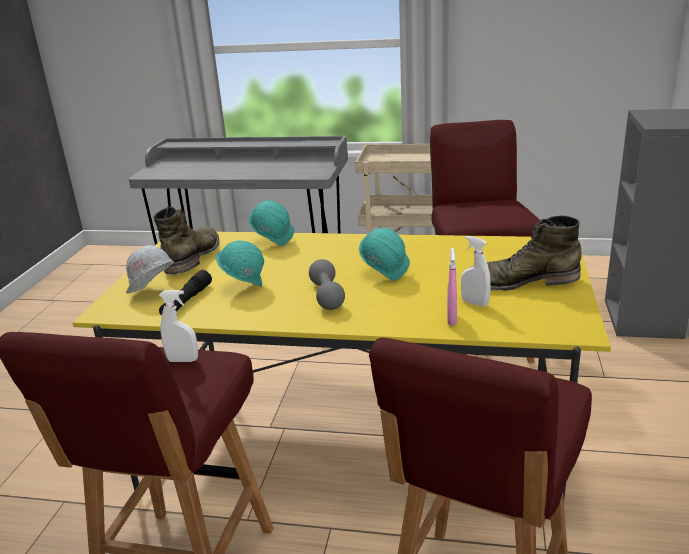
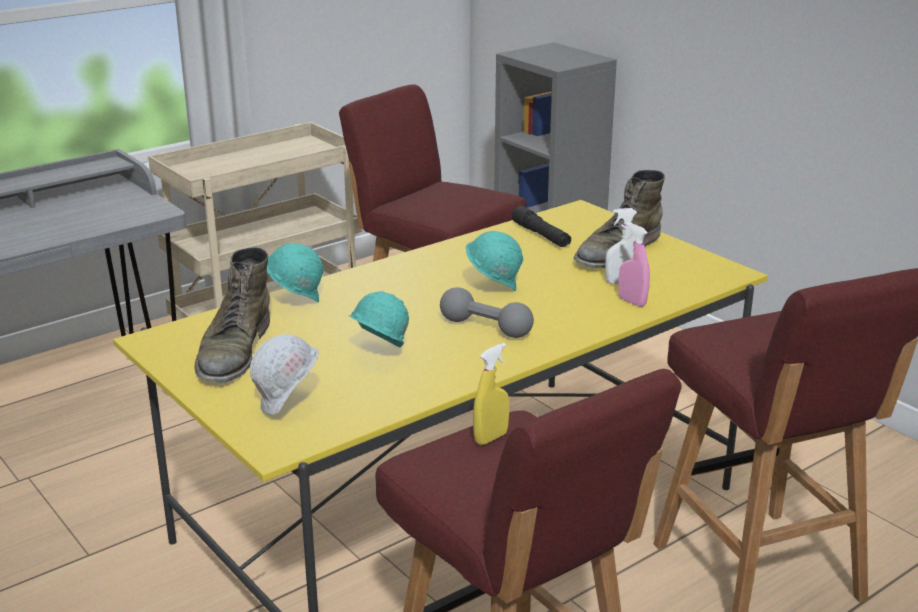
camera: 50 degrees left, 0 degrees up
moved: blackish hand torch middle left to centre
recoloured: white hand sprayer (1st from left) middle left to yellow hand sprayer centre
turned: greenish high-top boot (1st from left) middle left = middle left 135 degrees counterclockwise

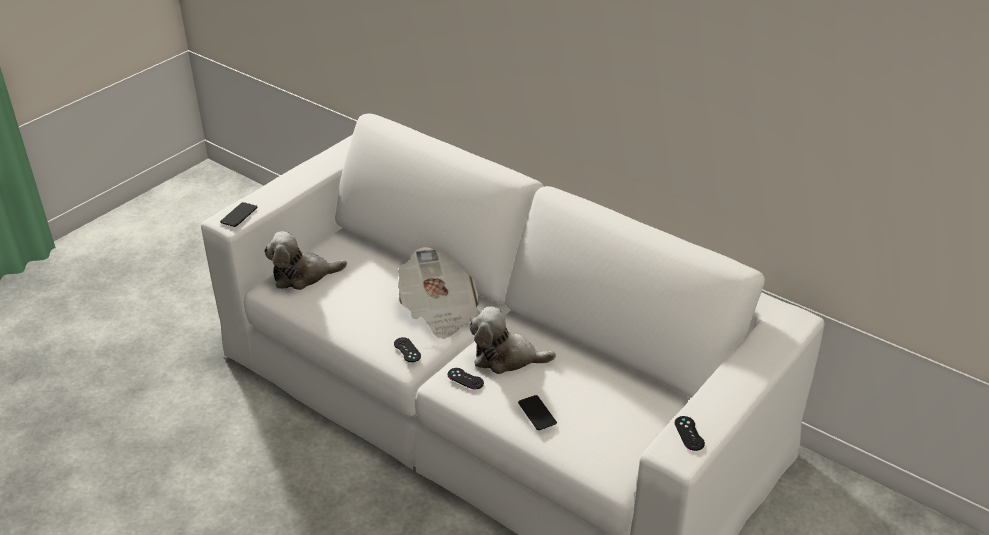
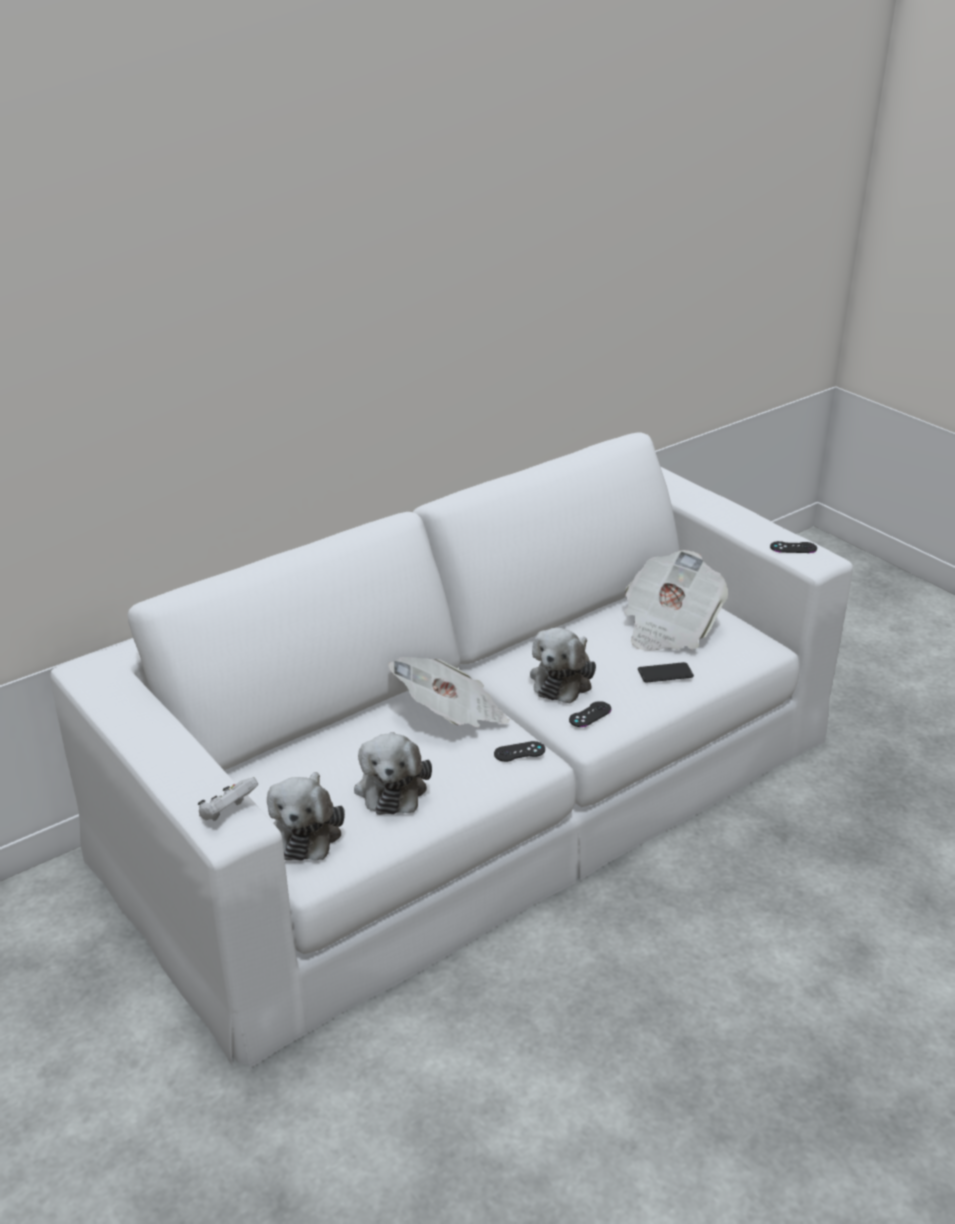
camera: 75 degrees left, 5 degrees down
added: daily paper (2nd from left) middle right; soft toy (2nd from left) centre
replaced: phone (1st from left) middle left to white gamepad middle left

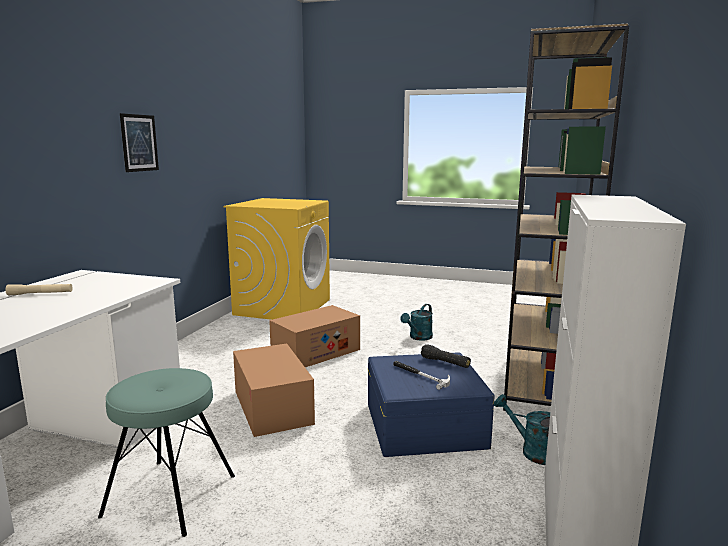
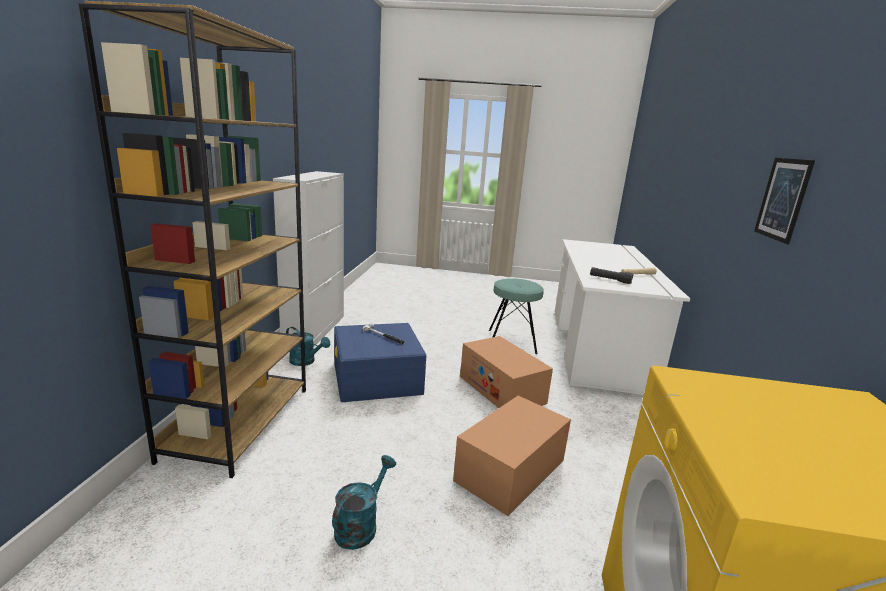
camera: 170 degrees right, 5 degrees up
moved: blackish hand torch centre to middle right

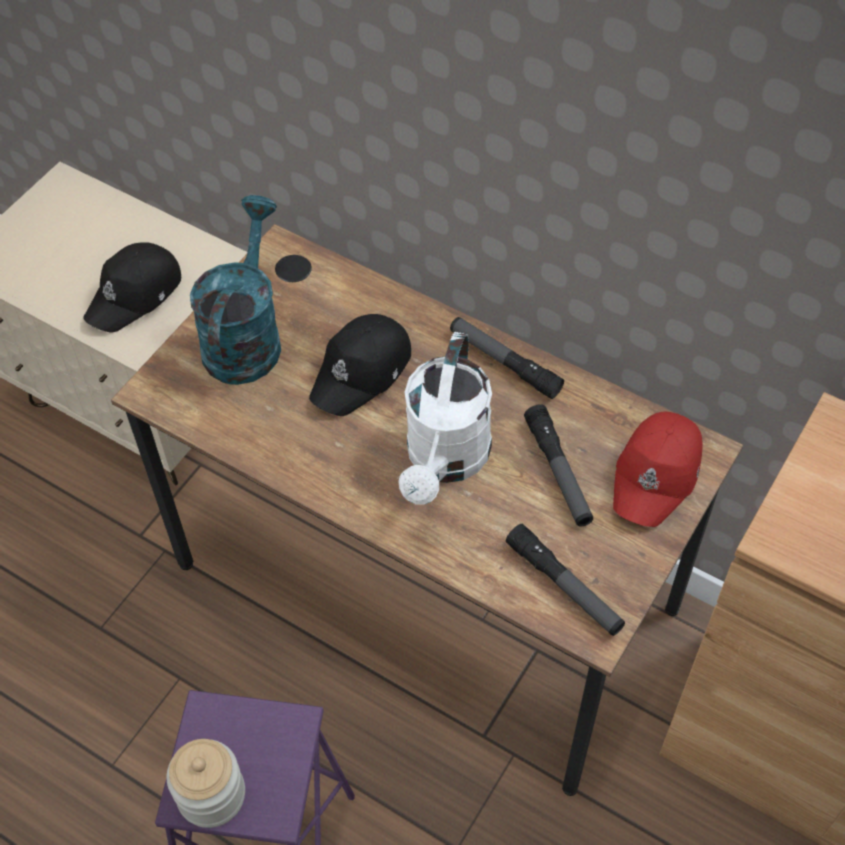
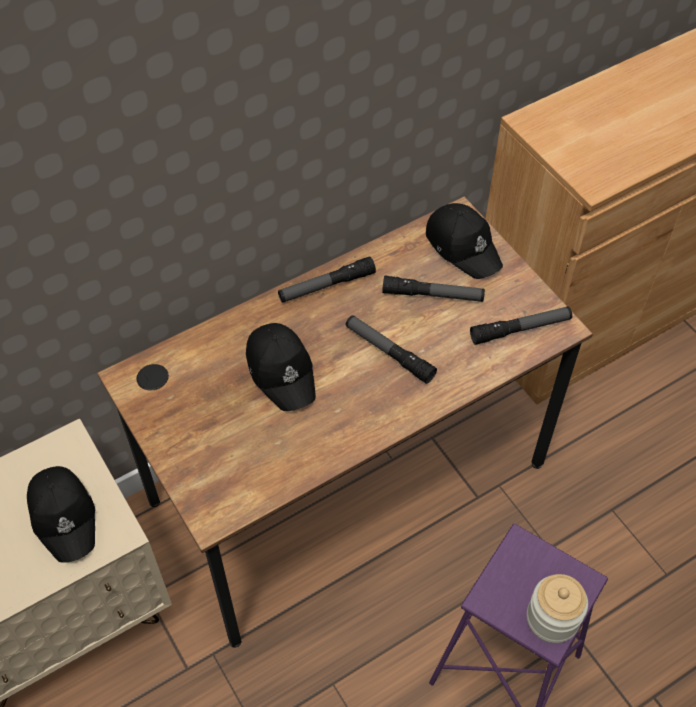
camera: 65 degrees left, 0 degrees up
removed: turquoise sprinkling can middle left
replaced: white sprinkling can centre to hand torch (2nd from left) centre
recoloured: red peaked cap middle right to blackish peaked cap (3rd from left) middle right

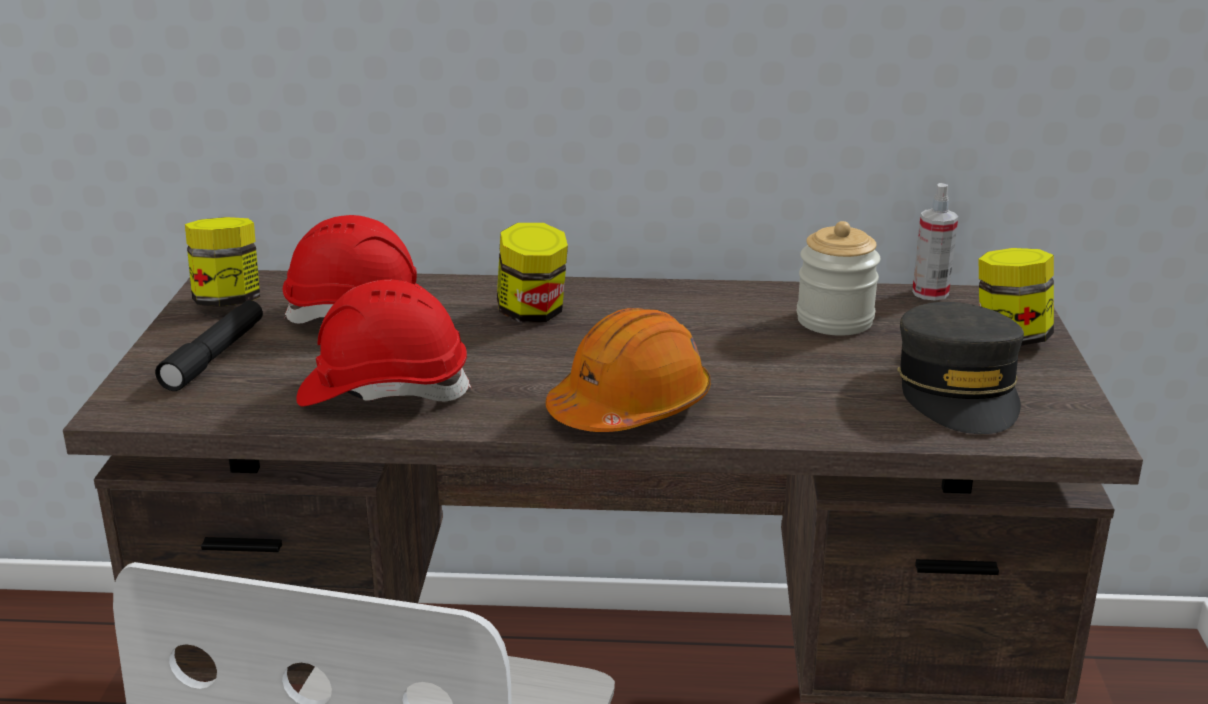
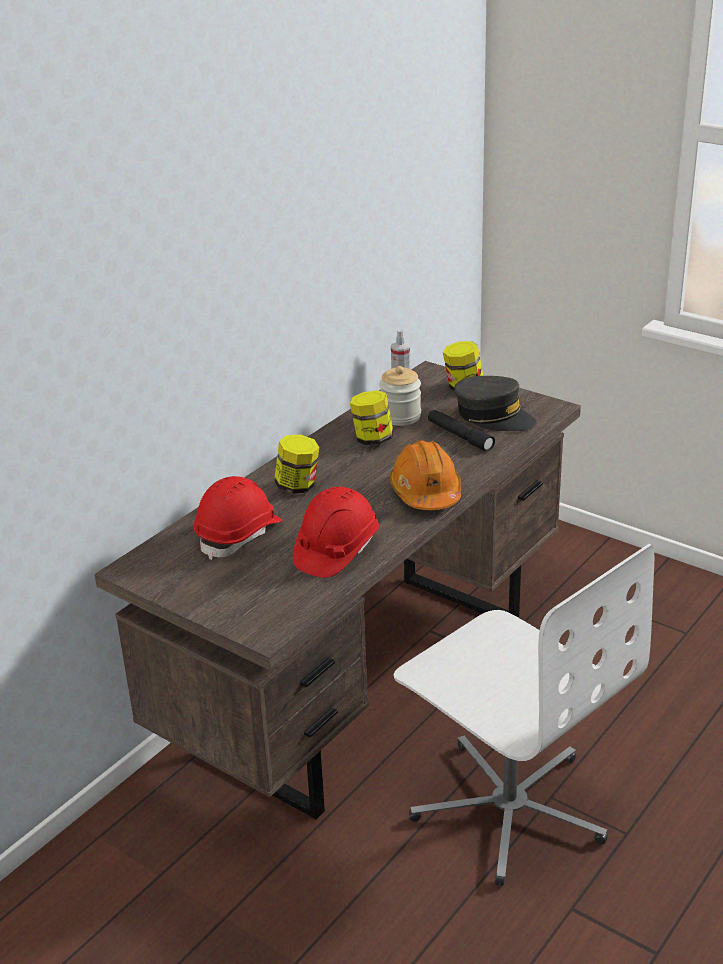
camera: 55 degrees left, 5 degrees up
moved: storage jar (1st from left in the first image) middle left to storage jar (2nd from left) centre; blackish hand torch middle left to centre

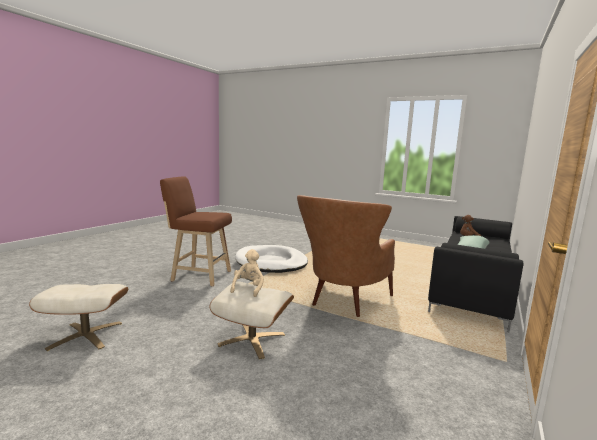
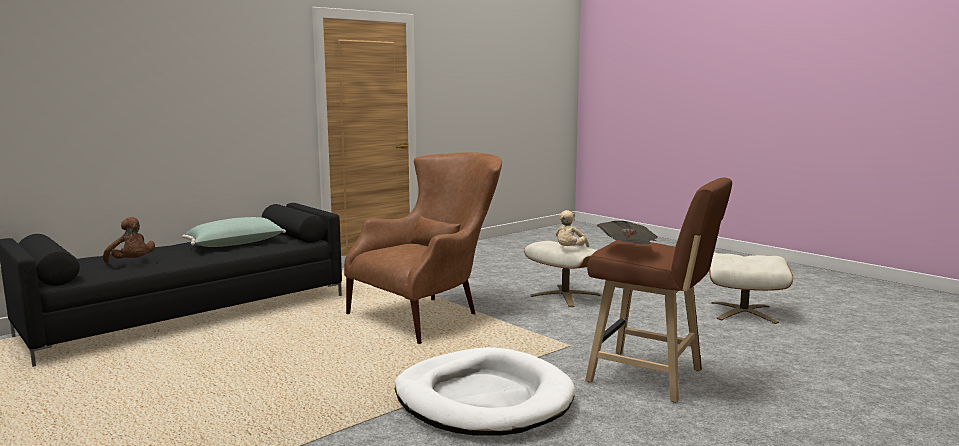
camera: 160 degrees left, 0 degrees up
added: daily paper centre

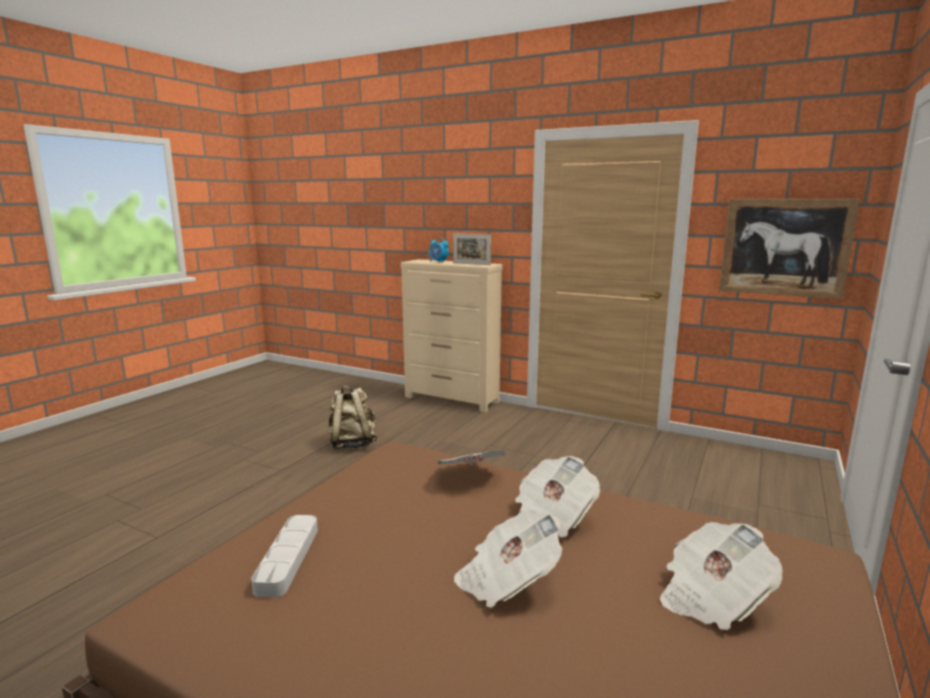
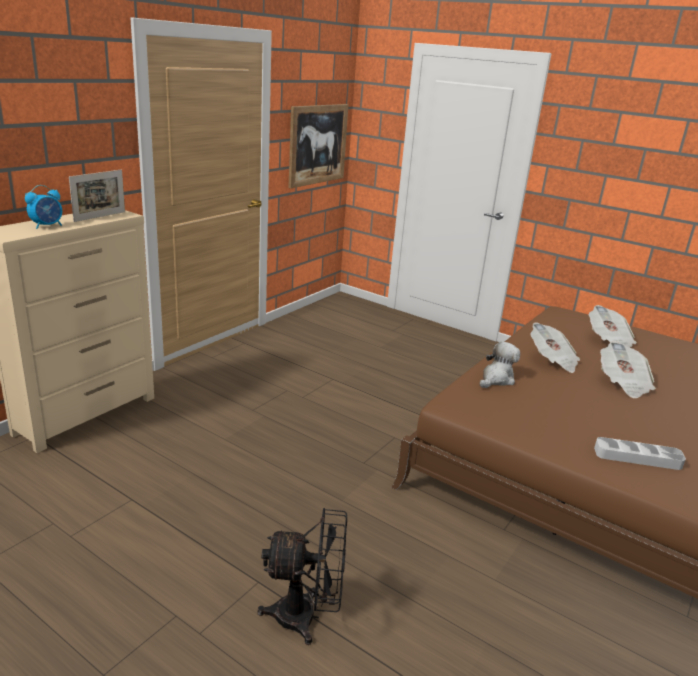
camera: 85 degrees left, 10 degrees up
removed: beige-coloured backpack centre
added: blackish fan bottom centre
replaced: daily paper (1st from left) centre to soft toy middle right

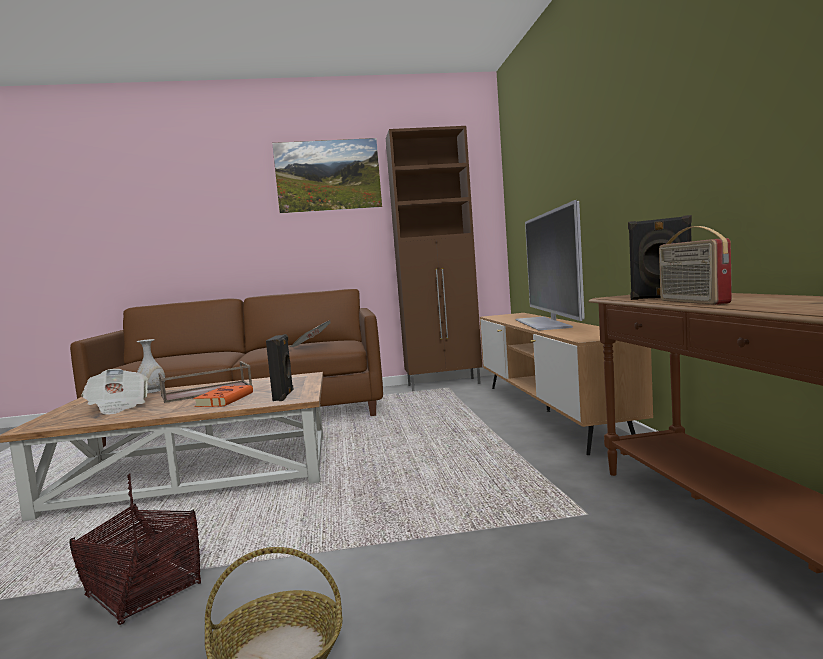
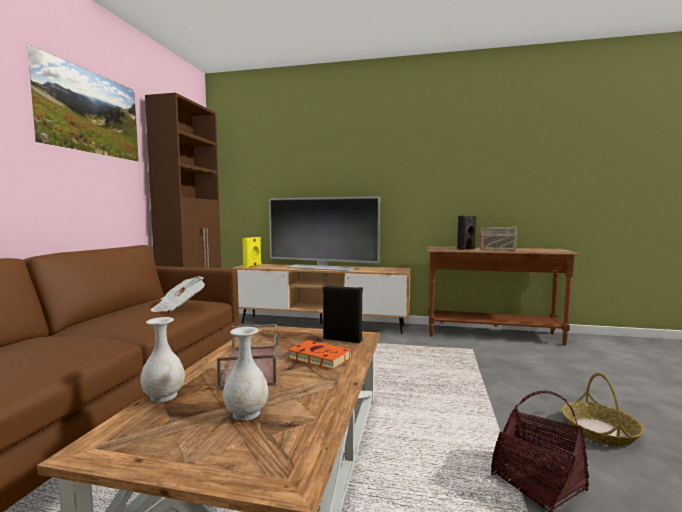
camera: 70 degrees left, 0 degrees up
added: yellow loudspeaker centre
replaced: daily paper (1st from left) middle left to white flower vase (2nd from left) bottom centre

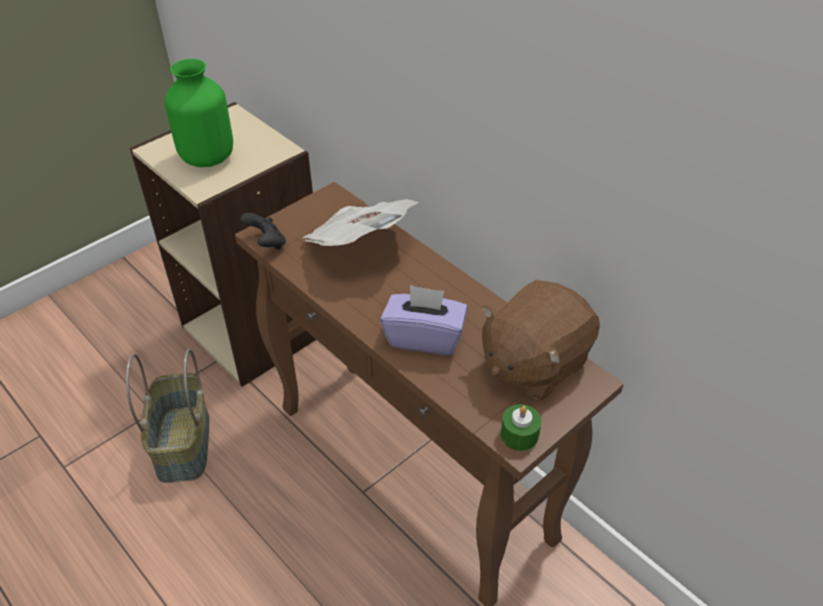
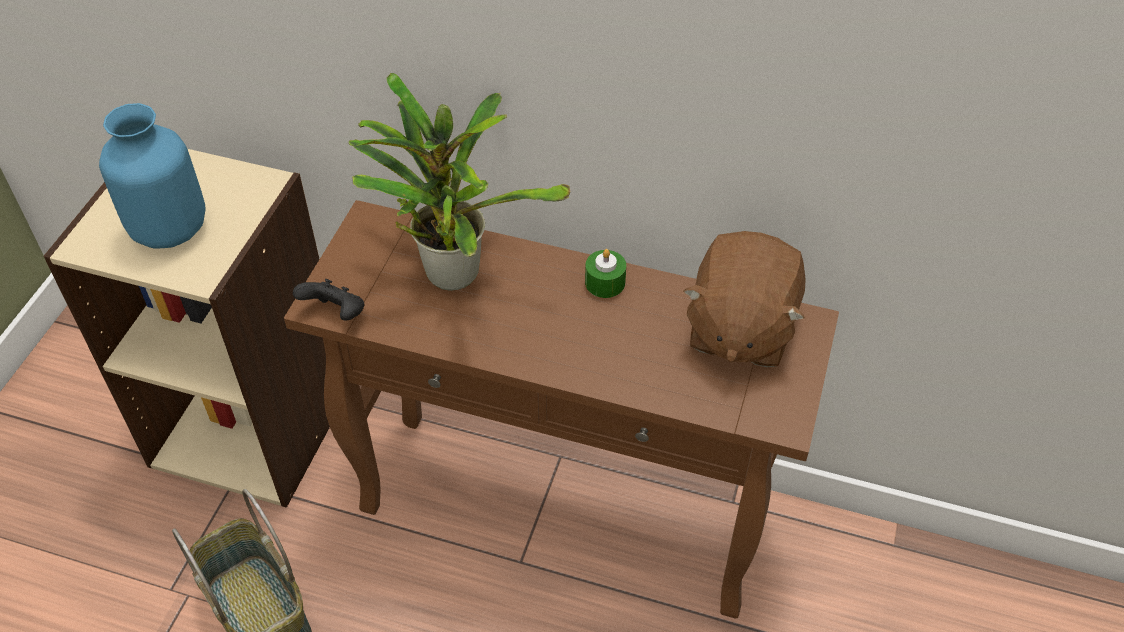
camera: 30 degrees left, 5 degrees up
removed: purplish box of tissues centre
moved: greenish candle bottom centre to centre
replaced: daily paper centre to houseplant top centre
recoloured: greenish flower vase top left to blue flower vase top left

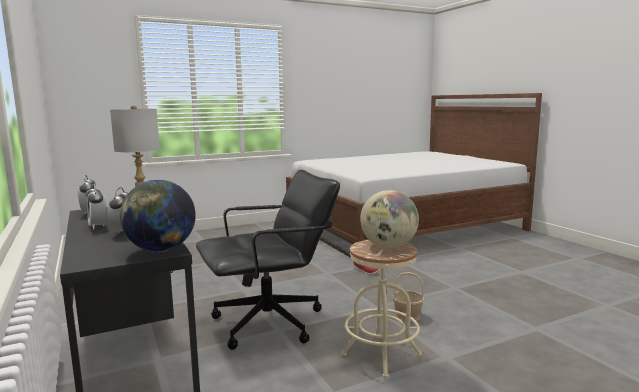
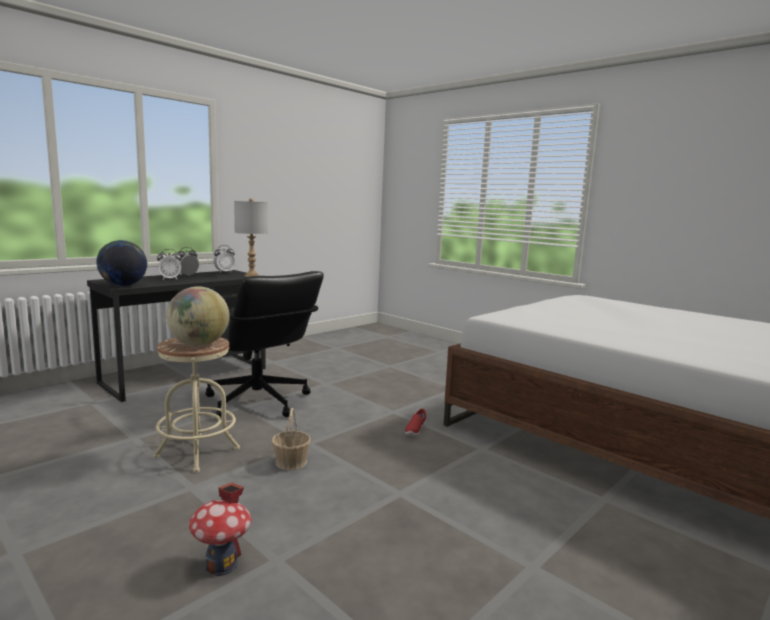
camera: 70 degrees right, 0 degrees up
added: model house bottom left

